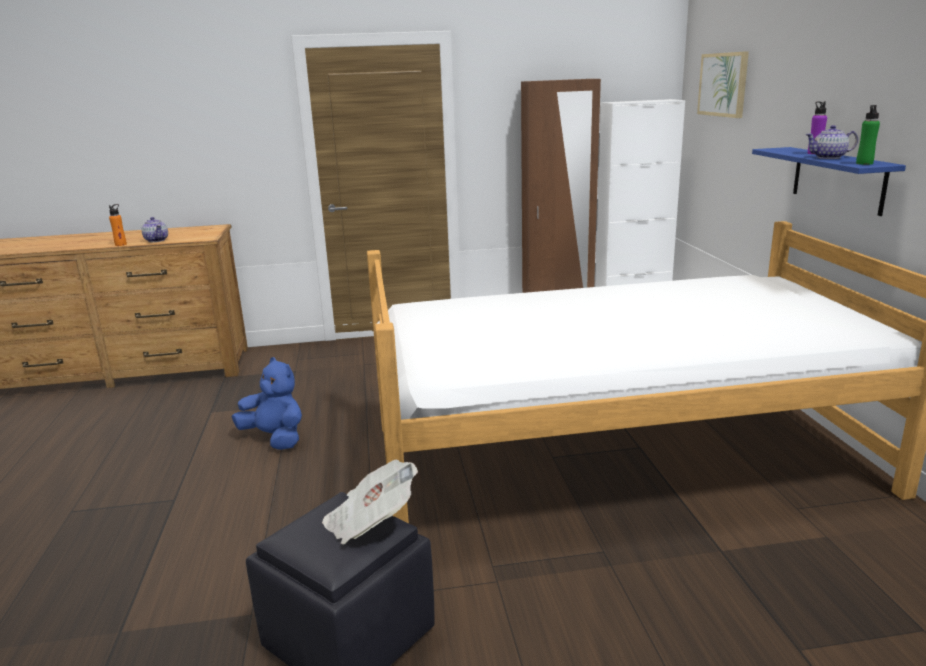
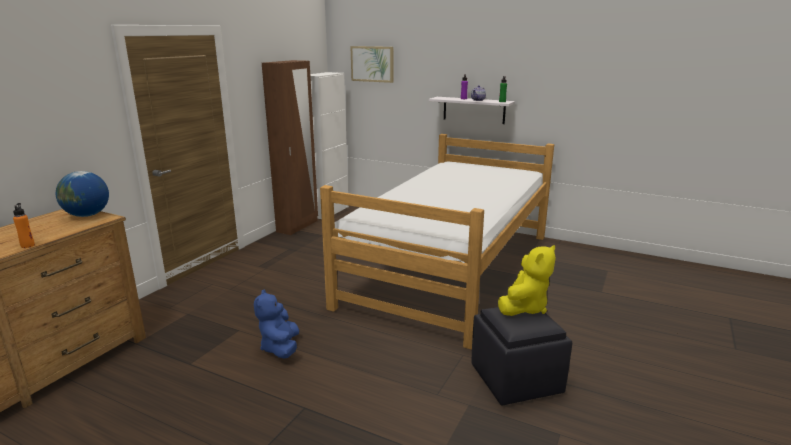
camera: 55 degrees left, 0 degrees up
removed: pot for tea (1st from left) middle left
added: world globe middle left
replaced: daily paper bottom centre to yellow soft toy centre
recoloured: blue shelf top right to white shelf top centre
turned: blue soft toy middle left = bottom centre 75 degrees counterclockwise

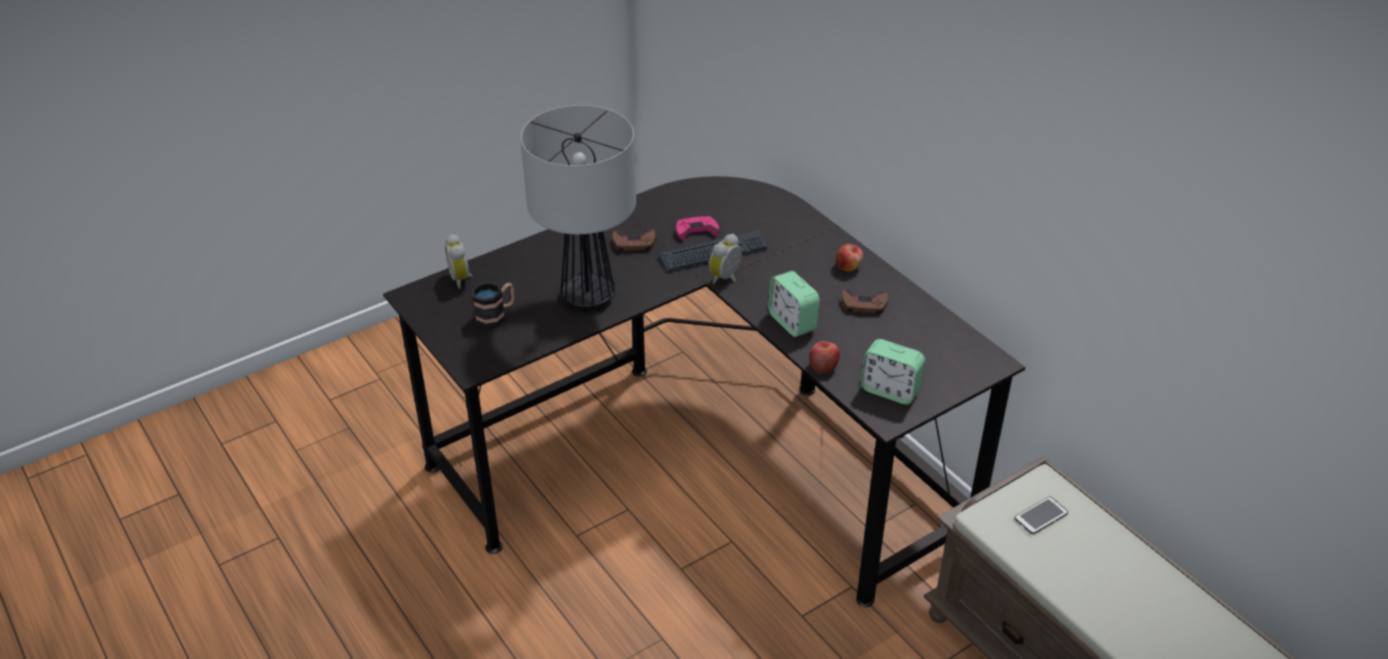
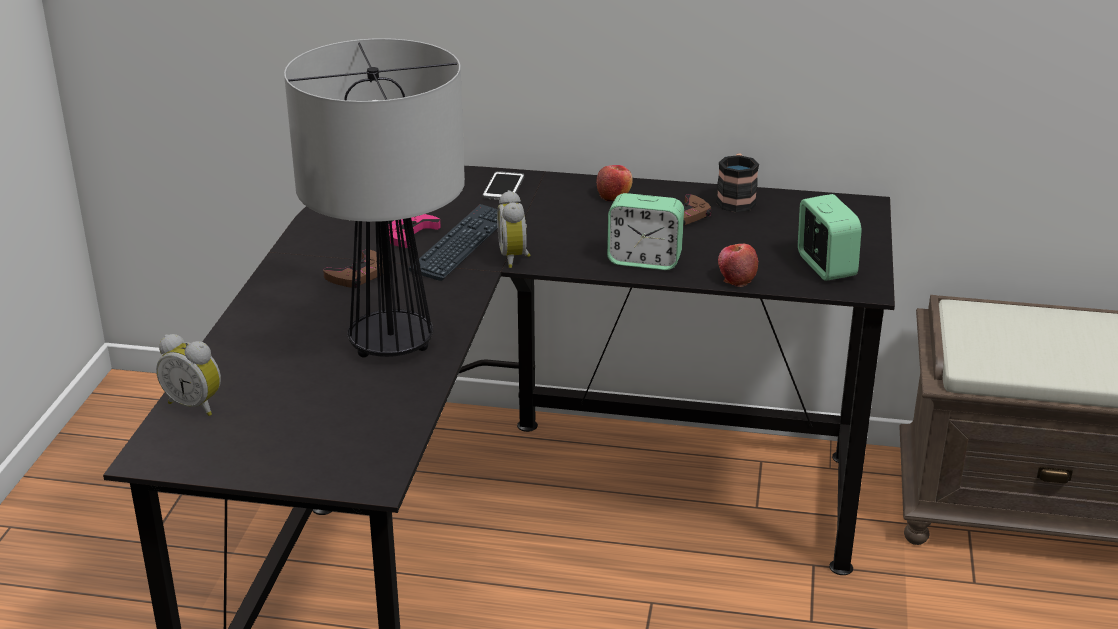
camera: 45 degrees left, 10 degrees down
moved: coffee mug centre to top centre; phone bottom right to top centre
turned: bedside clock (4th from left) centre = middle right 90 degrees counterclockwise

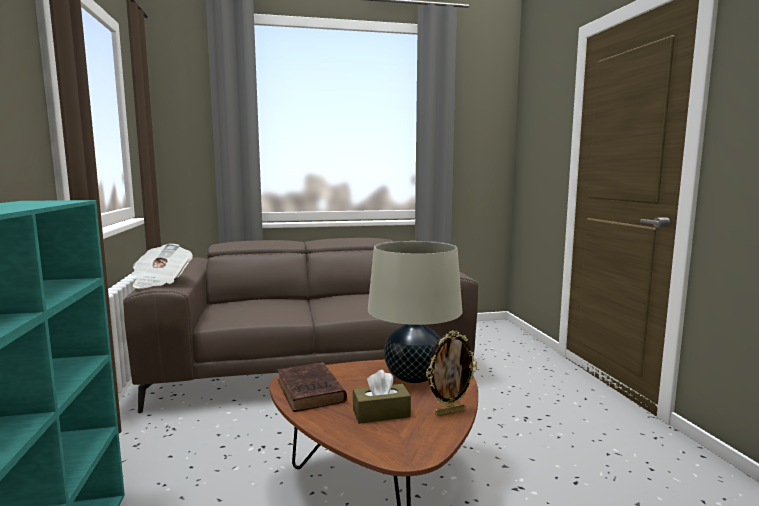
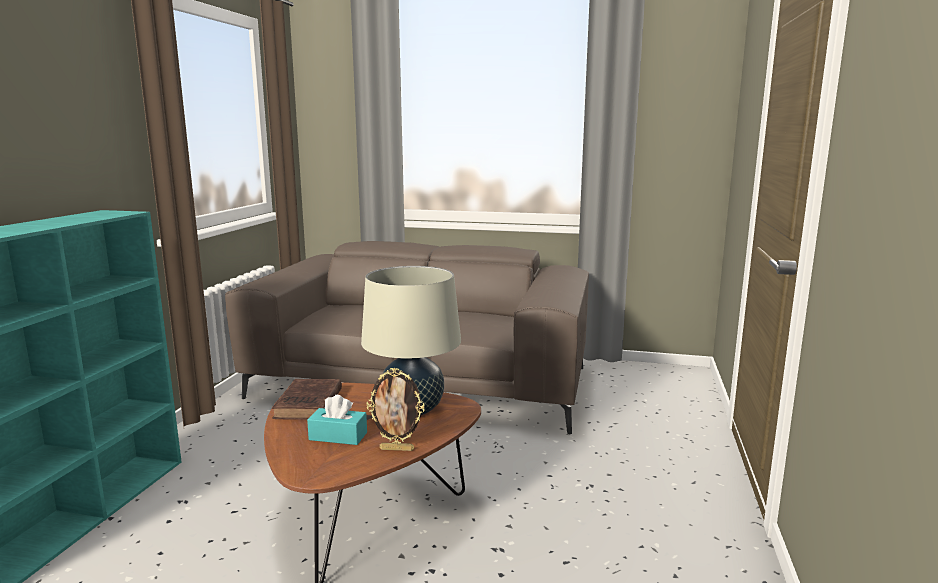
camera: 25 degrees right, 5 degrees up
removed: daily paper middle left
recoloured: brown-coloured box of tissues bottom centre to turquoise box of tissues bottom centre

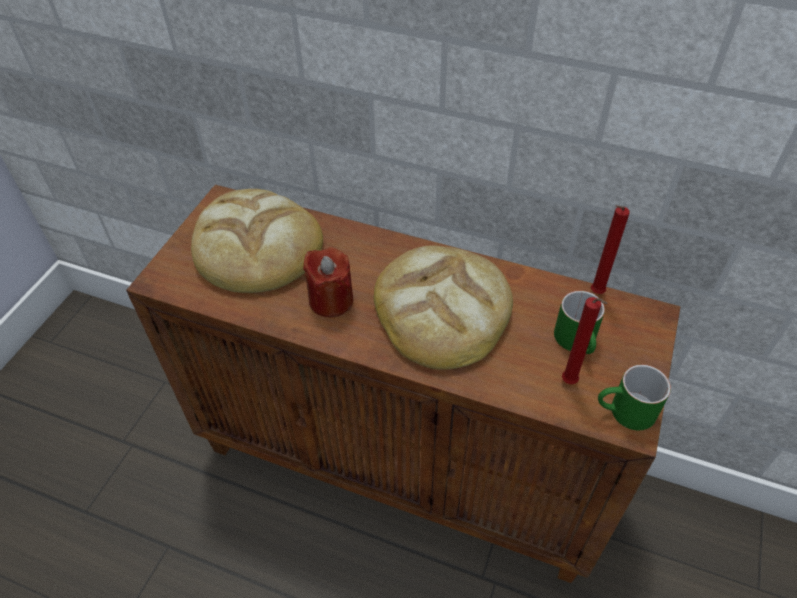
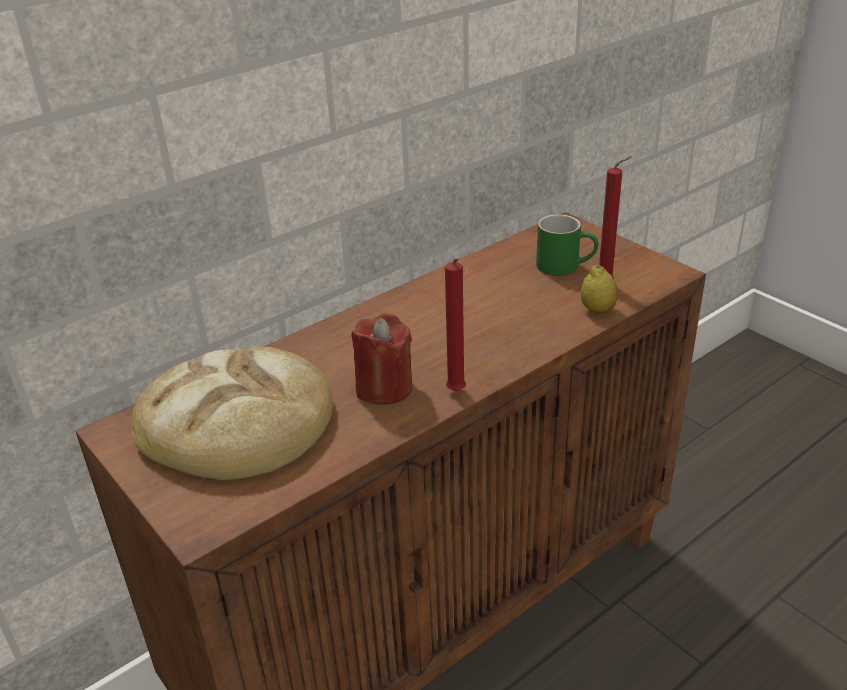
camera: 60 degrees left, 15 degrees down
removed: bread (2nd from left) centre; greenish coffee mug (2nd from left) middle right
added: lemon middle right
moved: red candle (3rd from left in the first image) middle right to red candle (2nd from left) centre

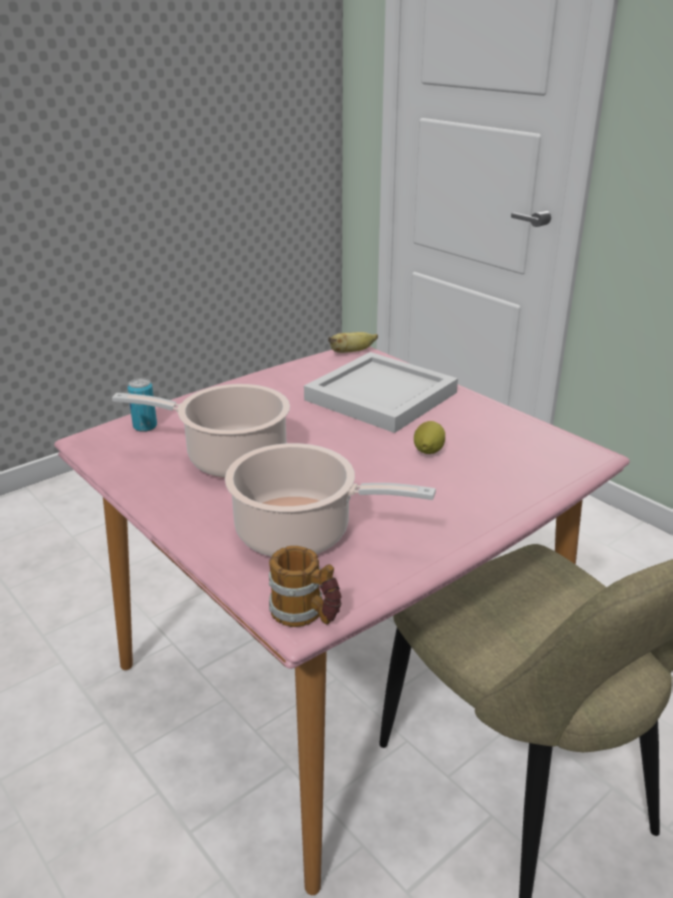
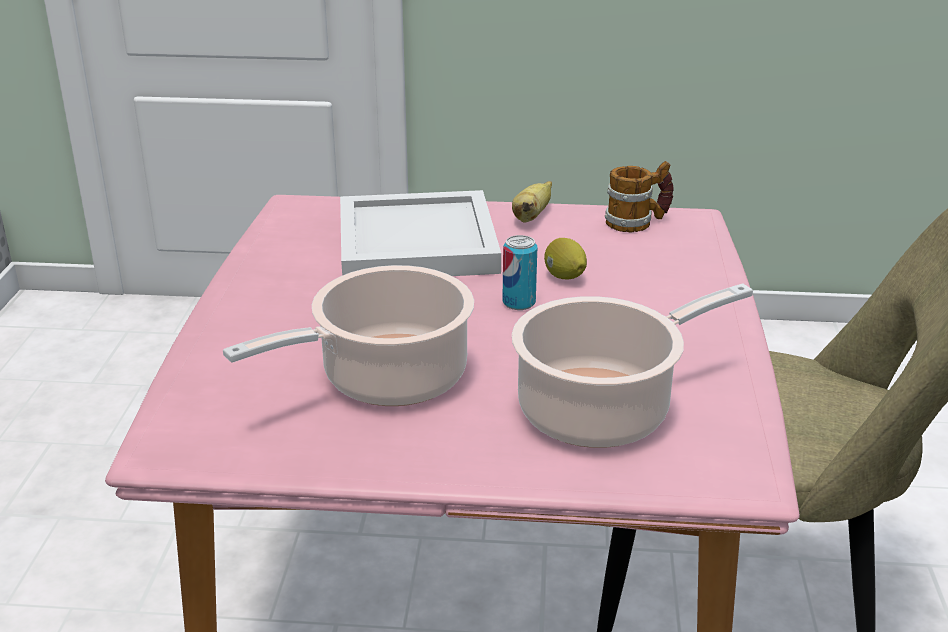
camera: 45 degrees left, 0 degrees up
moved: banana centre to top centre; sealed can middle left to centre; coffee mug centre to top right

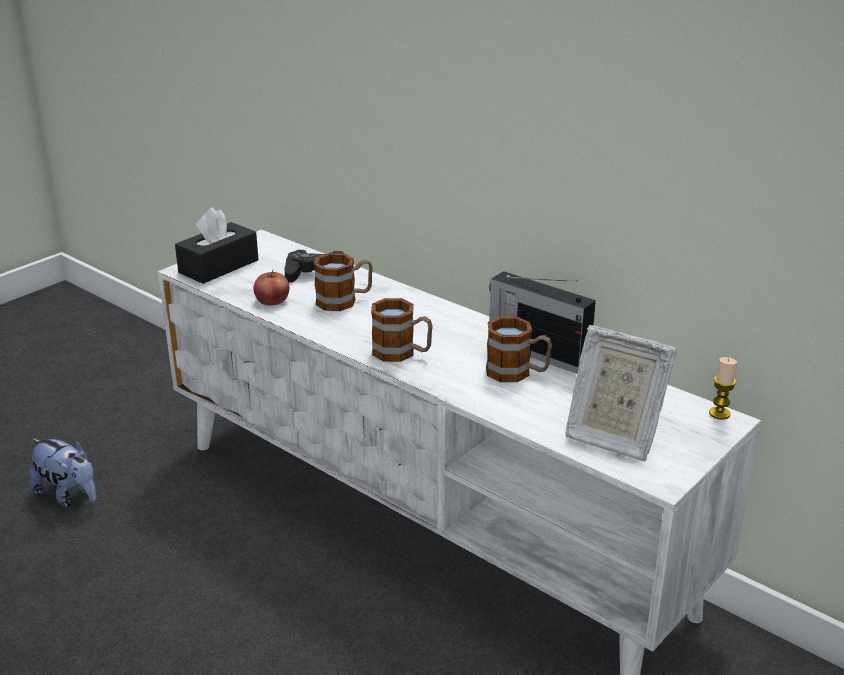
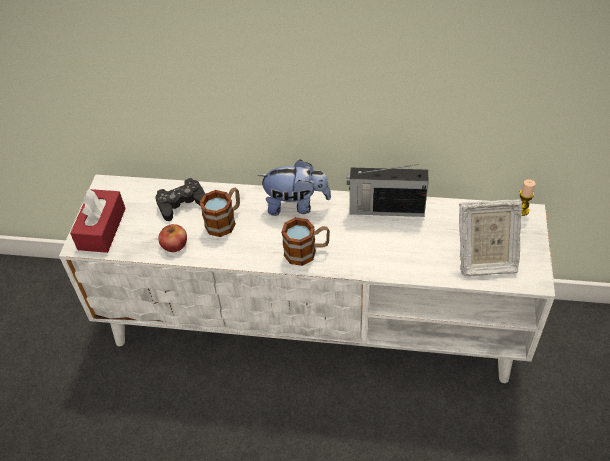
camera: 30 degrees left, 20 degrees up
removed: coffee mug (3rd from left) centre
moved: soft toy bottom left to centre
recoloured: blackish box of tissues middle left to red box of tissues middle left

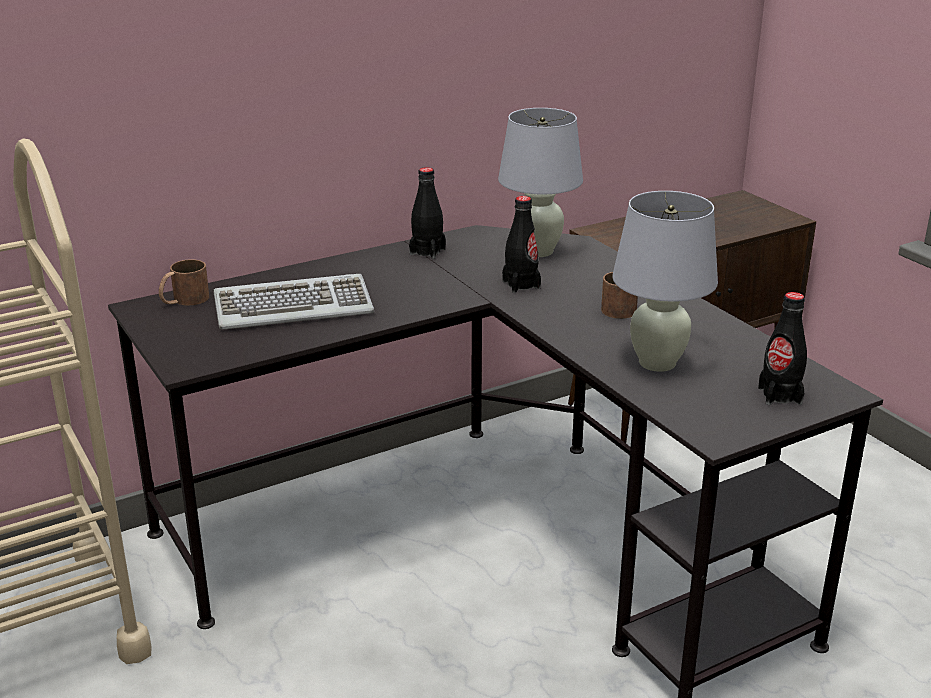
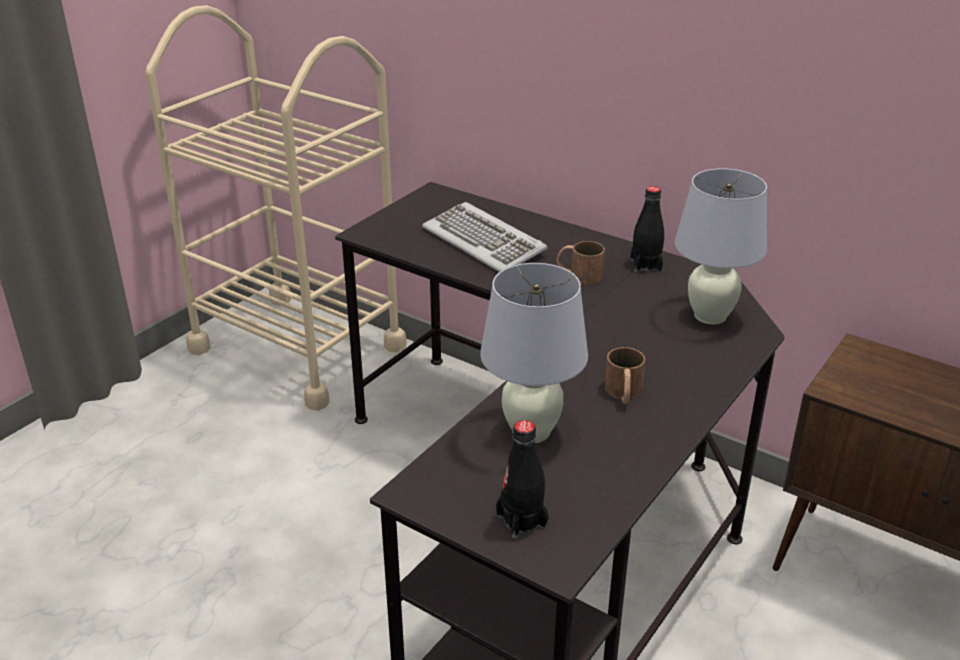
camera: 65 degrees right, 5 degrees up
removed: blackish bottle (2nd from left) centre
moved: brown-coloured coffee mug (1st from left) middle left to centre

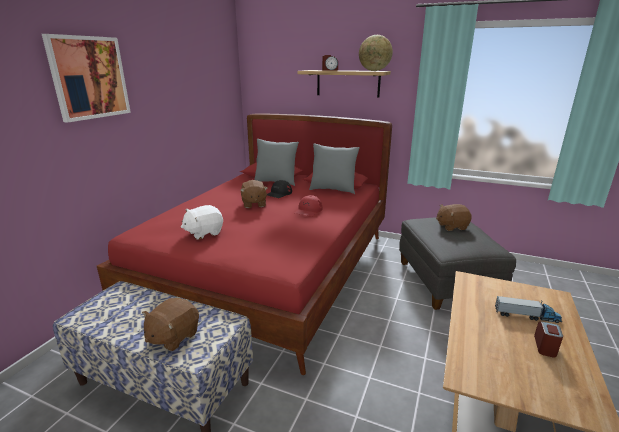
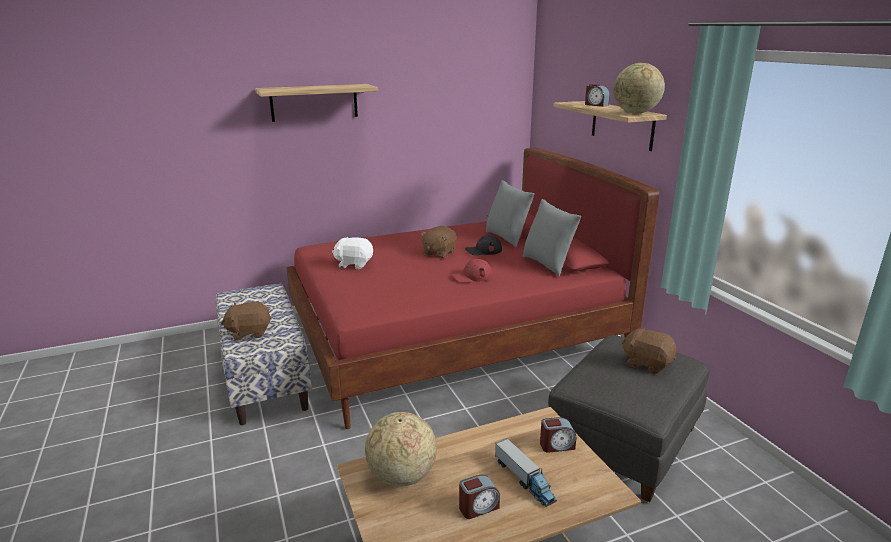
camera: 45 degrees right, 0 degrees up
added: world globe (1st from left) bottom centre; bedside clock (2nd from left) bottom centre
replaced: picture top left to shelf (1st from left) top centre

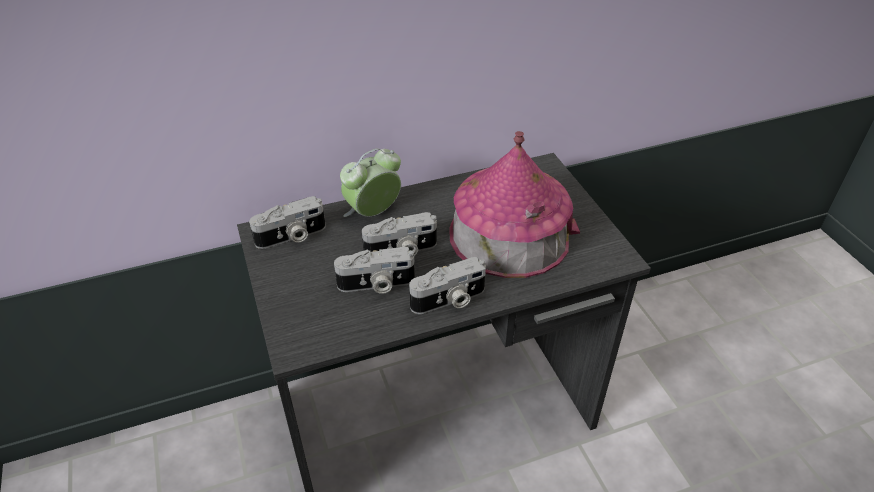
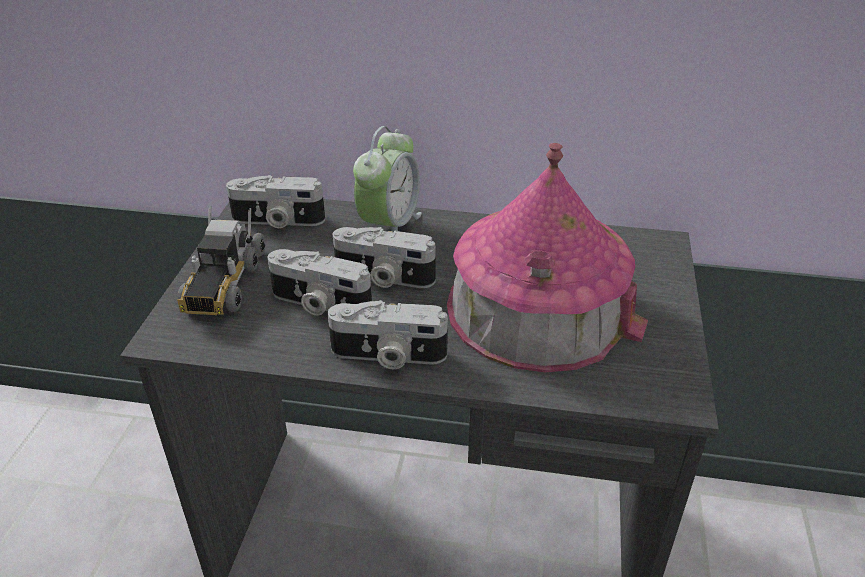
camera: 30 degrees right, 5 degrees down
added: model truck middle left
turned: bedside clock centre = top centre 120 degrees clockwise

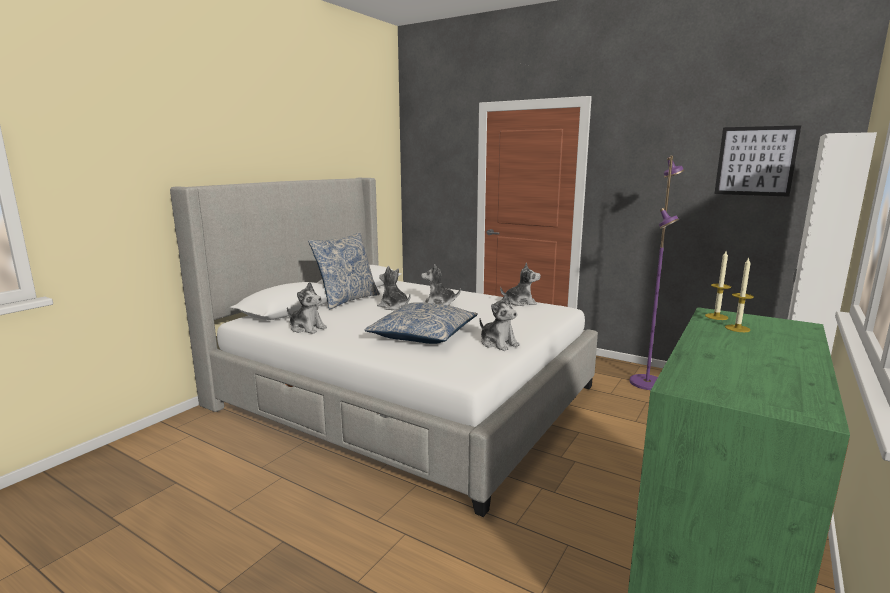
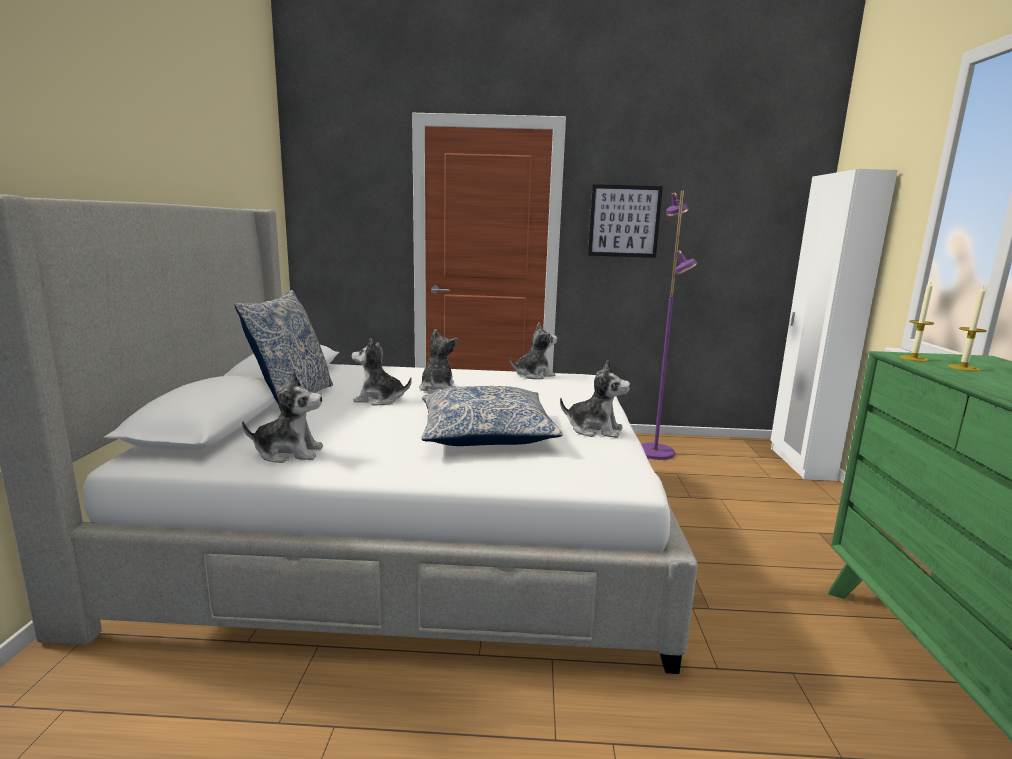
camera: 30 degrees left, 0 degrees up
moved: picture top right to top centre
turned: soft toy (3rd from left) centre = centre 120 degrees clockwise

